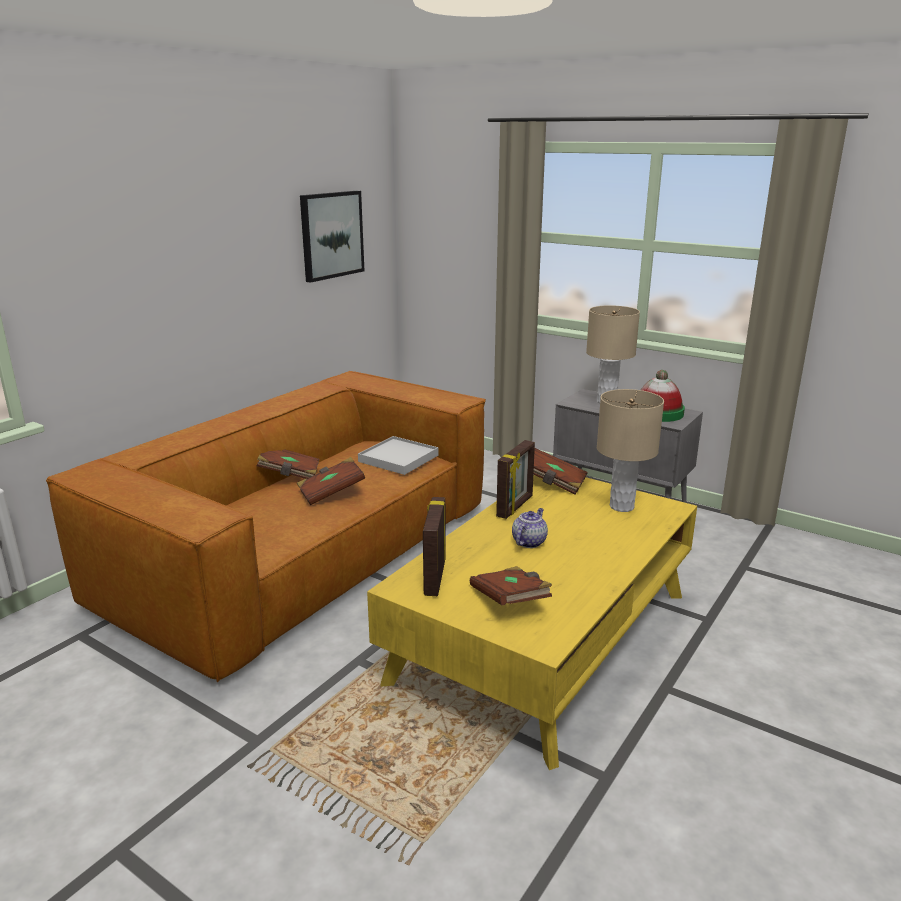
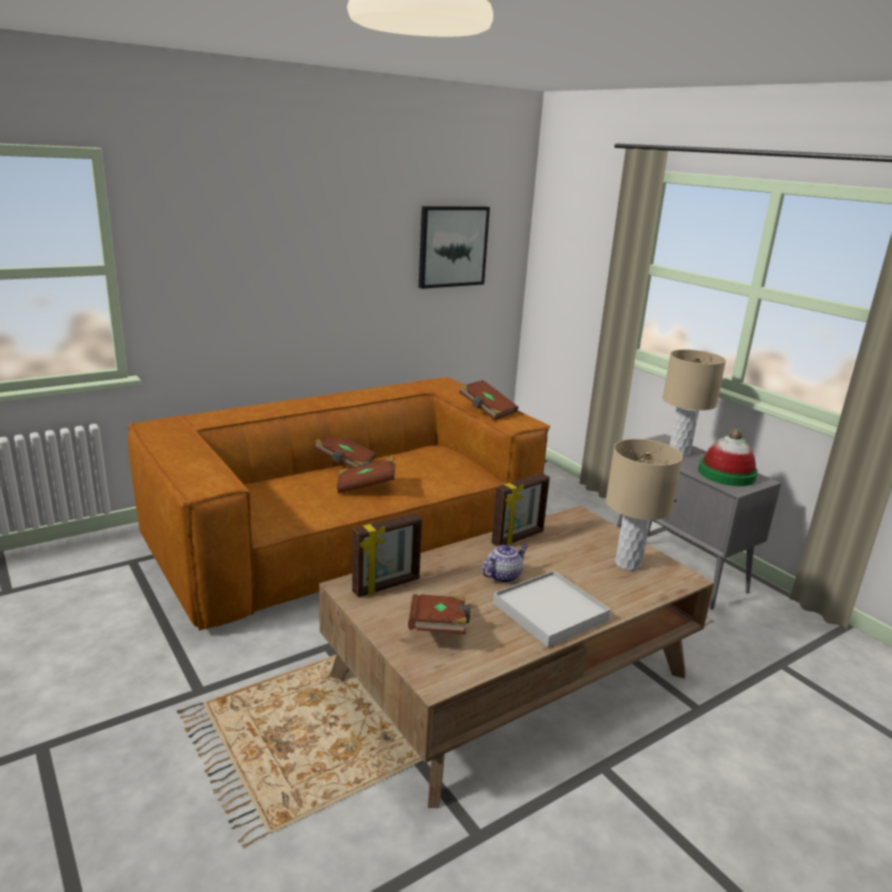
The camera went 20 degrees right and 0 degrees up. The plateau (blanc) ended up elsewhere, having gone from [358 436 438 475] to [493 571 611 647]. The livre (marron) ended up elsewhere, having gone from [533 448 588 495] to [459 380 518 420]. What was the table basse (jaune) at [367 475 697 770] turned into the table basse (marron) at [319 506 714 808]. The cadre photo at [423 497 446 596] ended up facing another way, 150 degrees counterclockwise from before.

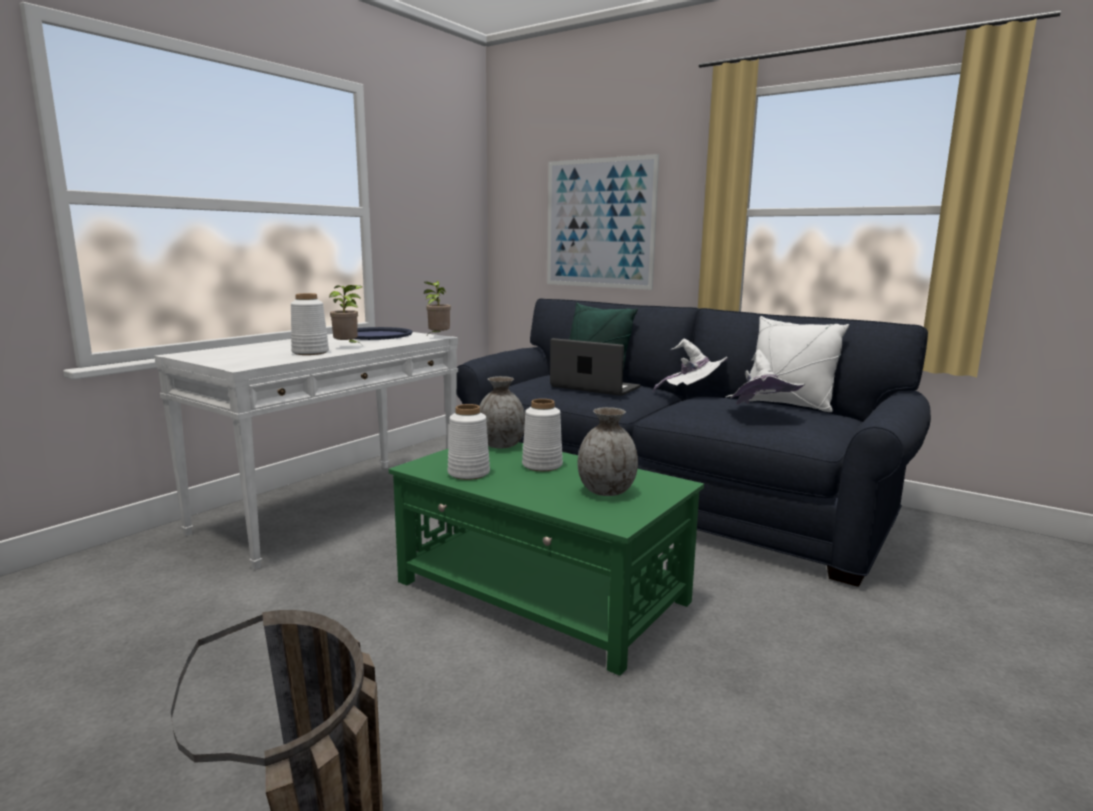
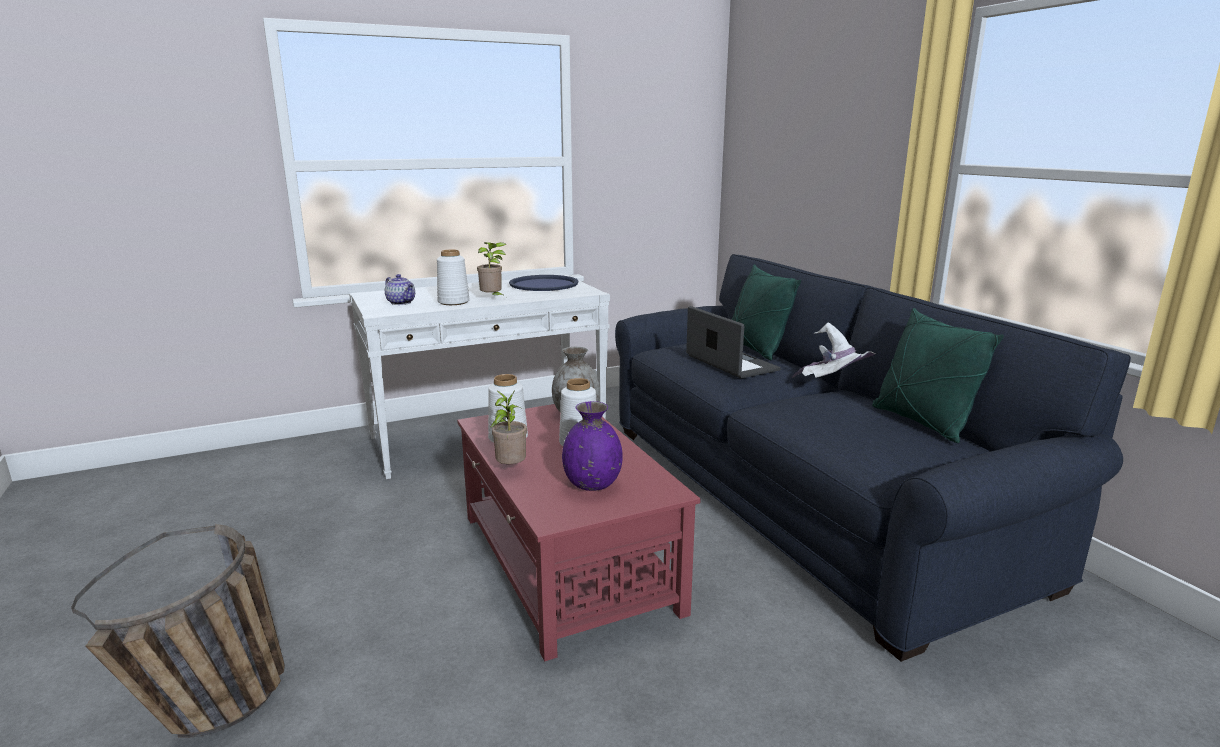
The camera went 30 degrees right and 5 degrees up. The second view lost the tableau at [547 154 659 290]. The second view lost the chapeau (blanc) at [726 349 805 404]. The second view gained the théière at [385 274 415 305]. The plante en pot ended up elsewhere, having gone from [424 281 451 335] to [491 390 527 464]. What was the table basse (vert) at [389 442 704 676] turned into the table basse (rouge) at [457 404 701 661]. What was the vase (gris) at [578 407 638 496] turned into the vase (violet) at [562 401 623 491]. What was the coussin (blanc) at [749 316 849 412] turned into the coussin (vert) at [872 308 1004 443].

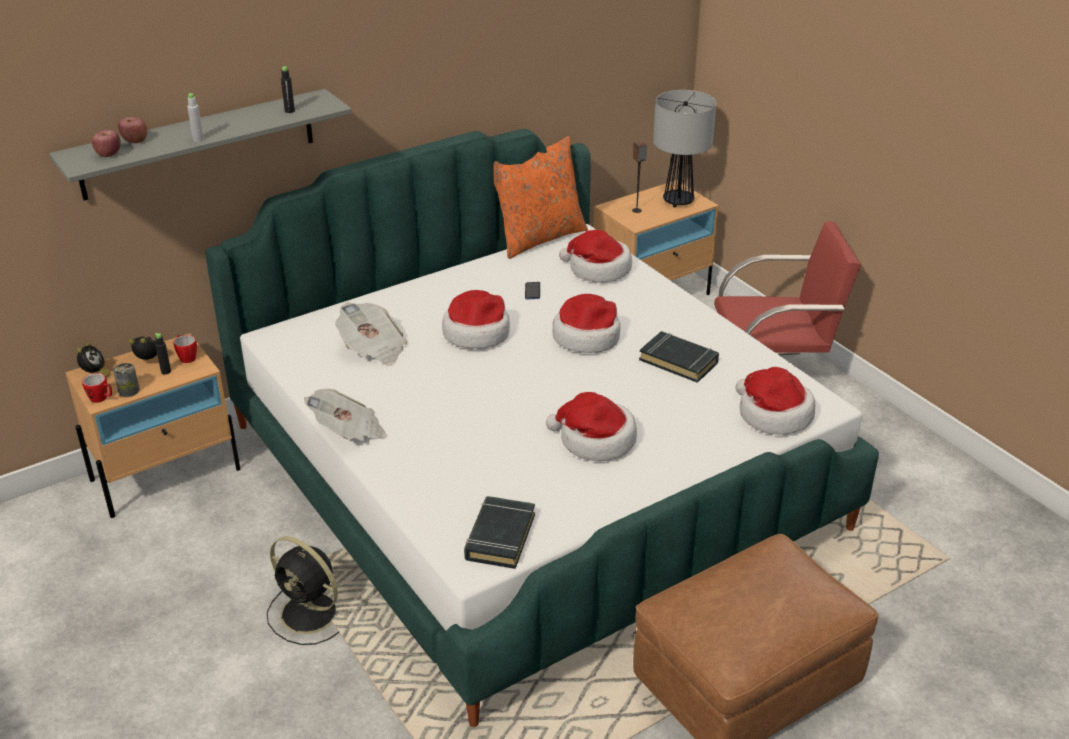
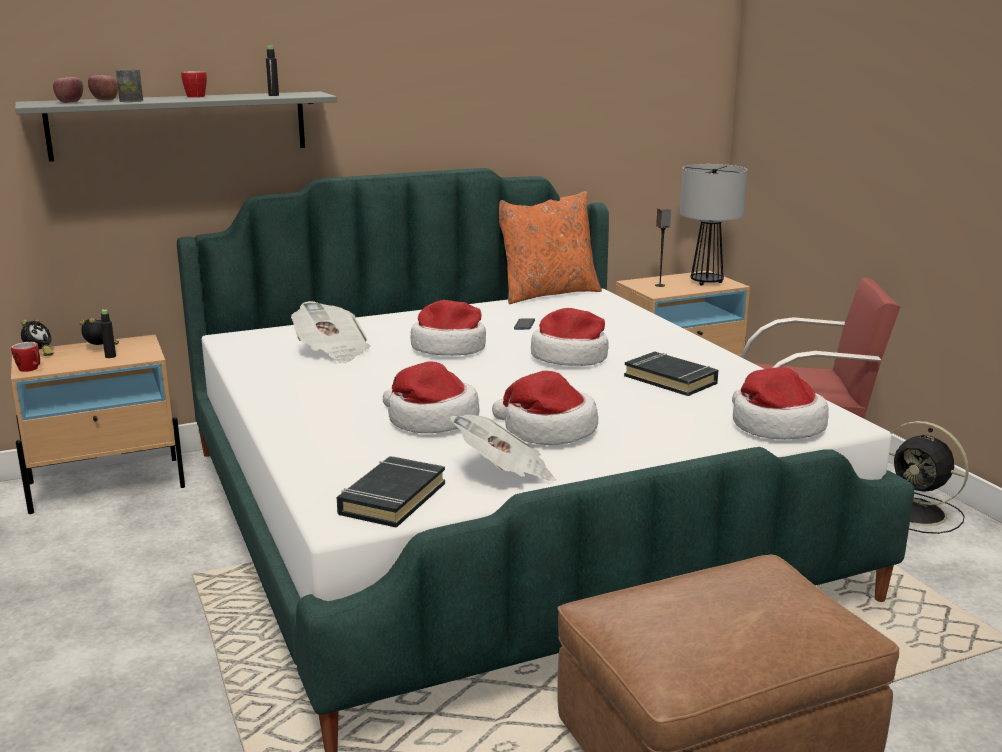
The camera went 10 degrees right and 15 degrees down. The second view lost the bouteille (gris) at [187 93 204 142]. The boîte métallique ended up elsewhere, having gone from [113 363 140 397] to [116 69 143 102]. The mug ended up elsewhere, having gone from [174 335 197 363] to [181 71 207 98]. The ventilateur (noir) ended up elsewhere, having gone from [267 536 339 645] to [889 421 969 534]. The journal ended up elsewhere, having gone from [304 389 388 441] to [450 415 556 481]. The chapeau ended up elsewhere, having gone from [559 230 632 283] to [383 361 479 433].

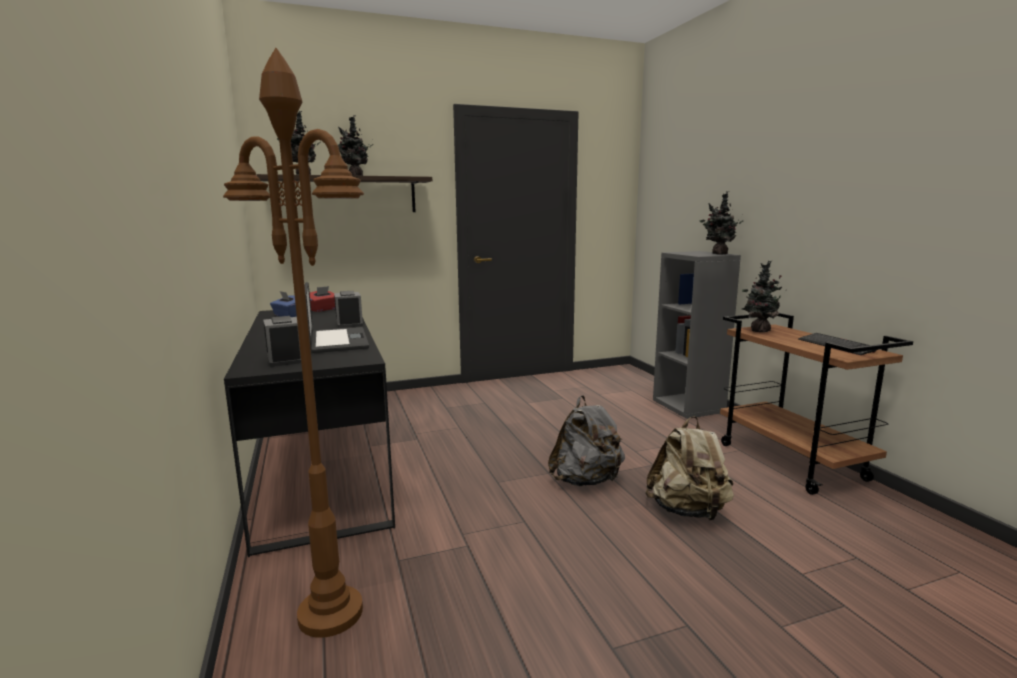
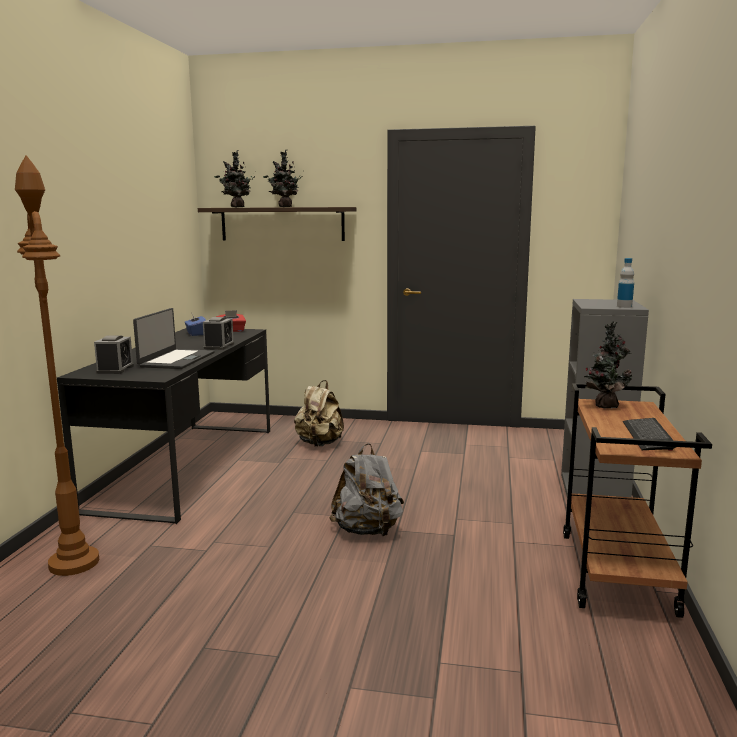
The camera went 30 degrees right and 0 degrees up. The sac à dos (beige) ended up elsewhere, having gone from [645 416 734 521] to [294 380 344 446]. Where the plante en pot stood at [700 191 744 255], the bouteille came to stand at [617 258 634 308].

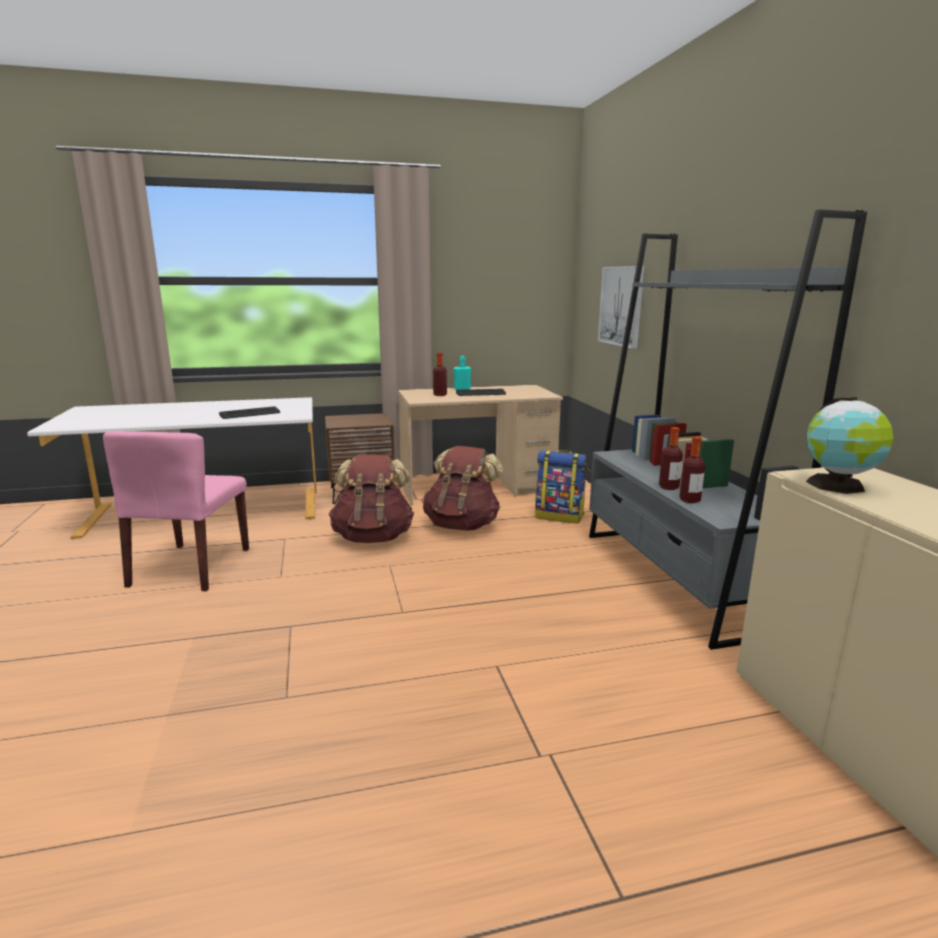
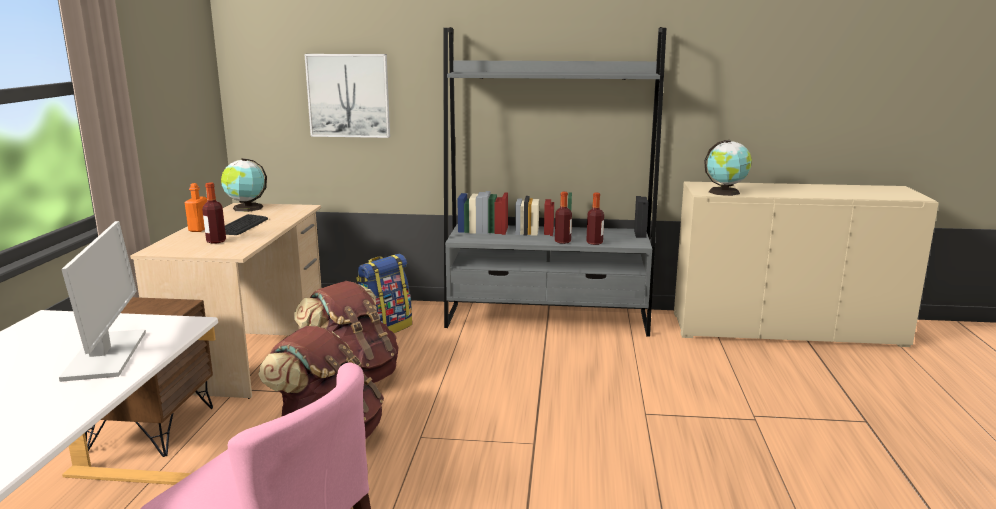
The camera went 70 degrees left and 0 degrees up. The second view gained the globe at [221 158 267 212]. Where the clavier stood at [219 406 280 419], the écran d'ordinateur came to stand at [59 221 146 382]. What was the bouteille (turquoise) at [454 356 471 390] turned into the bouteille (orange) at [185 183 207 232].

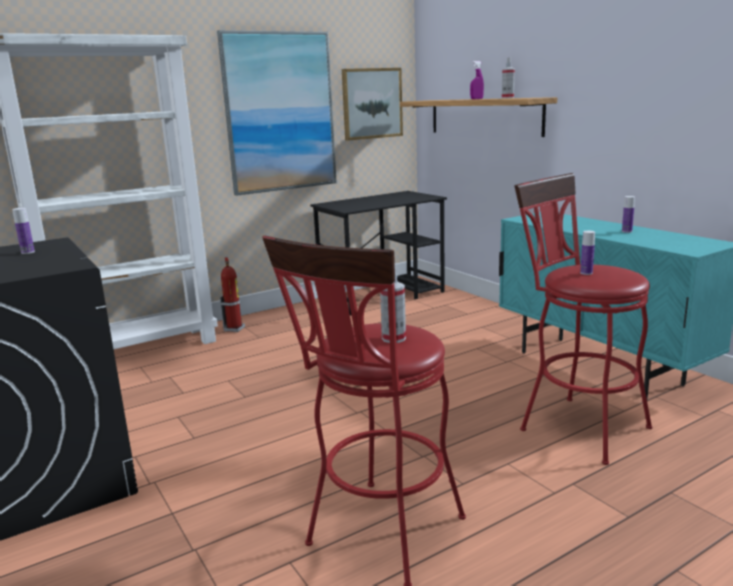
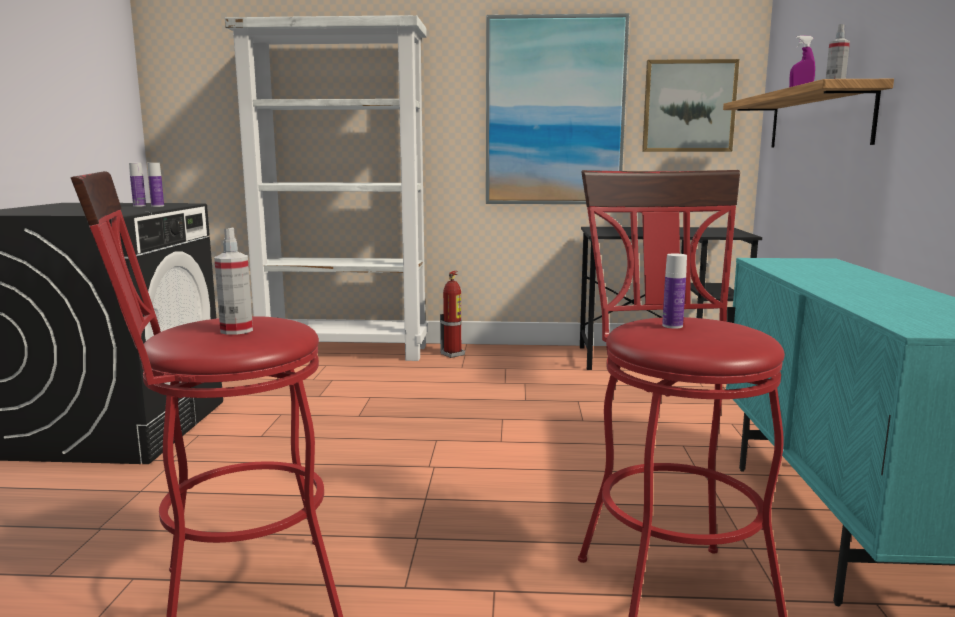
The camera went 35 degrees right and 5 degrees down. The bouteille ended up elsewhere, having gone from [622 196 635 233] to [147 163 164 207].

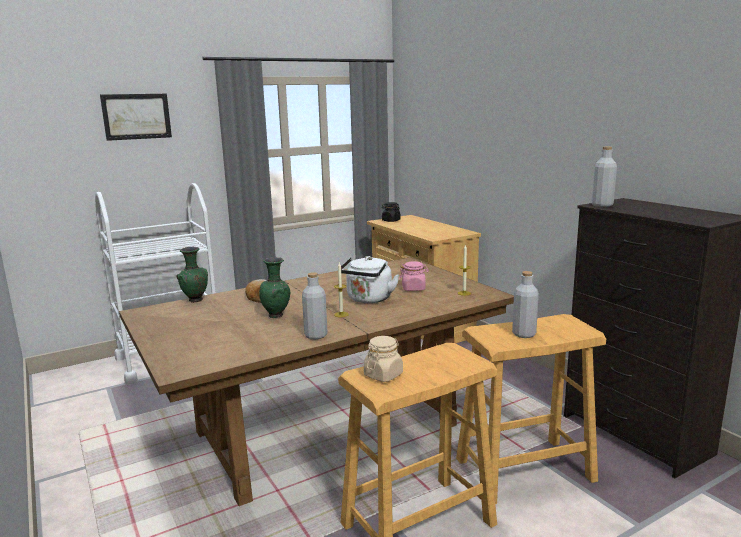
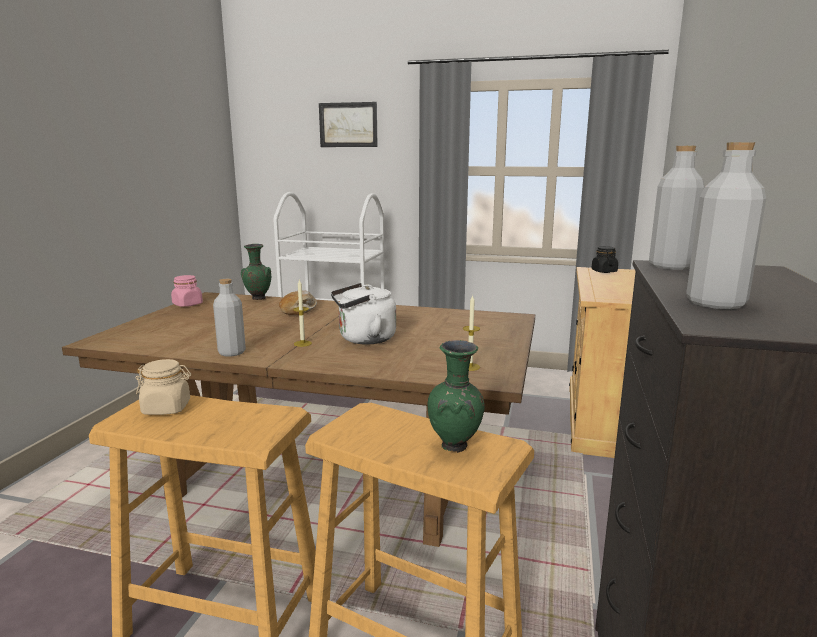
The camera went 45 degrees right and 0 degrees up. The vase (vert) ended up elsewhere, having gone from [259 257 290 318] to [428 340 485 453]. The bocal (rose) ended up elsewhere, having gone from [399 261 429 291] to [171 275 203 307]. The bouteille (gris) ended up elsewhere, having gone from [512 271 539 338] to [686 142 766 309].

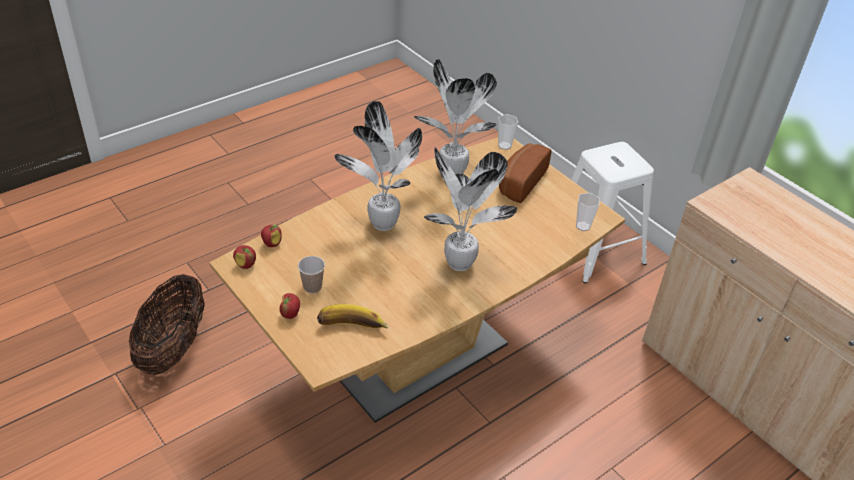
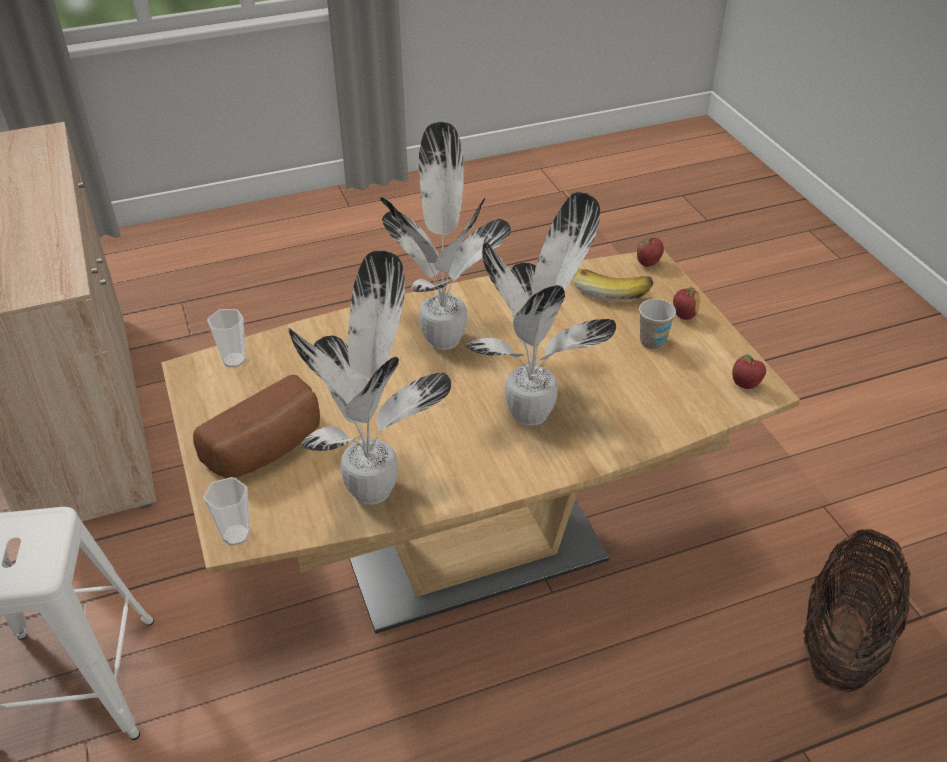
The camera went 160 degrees left and 0 degrees up. The pomme ended up elsewhere, having gone from [261 225 282 247] to [637 237 664 267].

